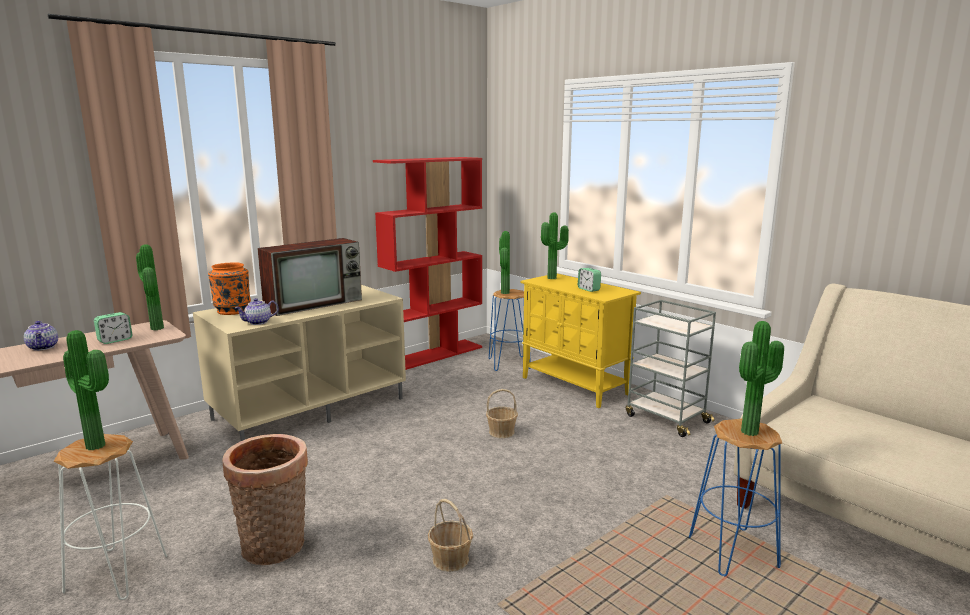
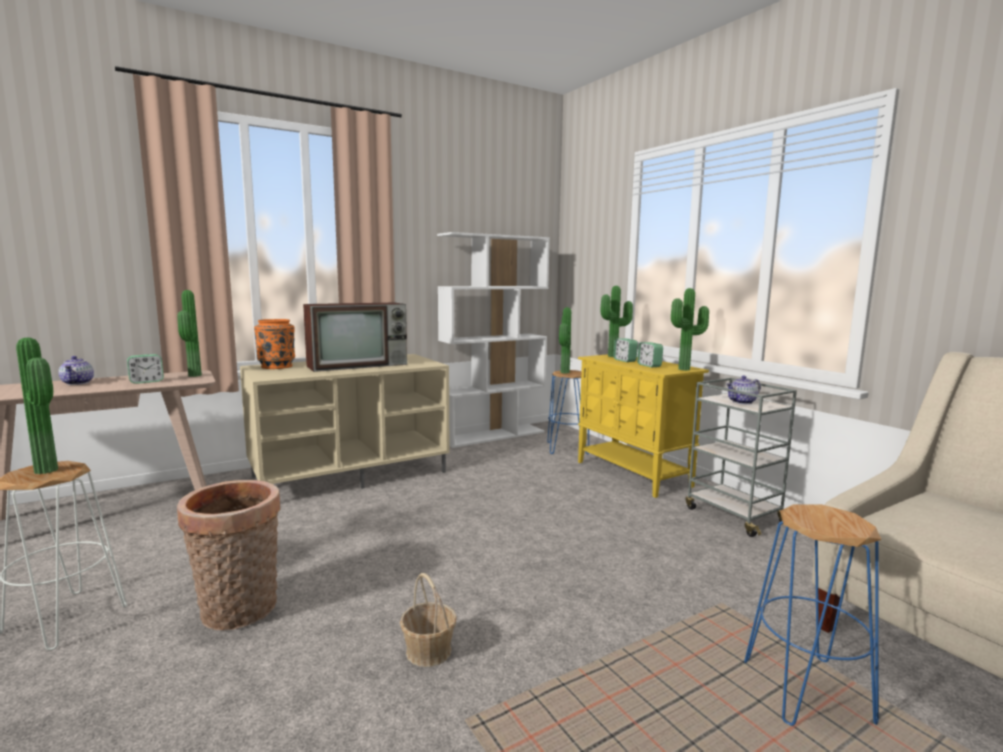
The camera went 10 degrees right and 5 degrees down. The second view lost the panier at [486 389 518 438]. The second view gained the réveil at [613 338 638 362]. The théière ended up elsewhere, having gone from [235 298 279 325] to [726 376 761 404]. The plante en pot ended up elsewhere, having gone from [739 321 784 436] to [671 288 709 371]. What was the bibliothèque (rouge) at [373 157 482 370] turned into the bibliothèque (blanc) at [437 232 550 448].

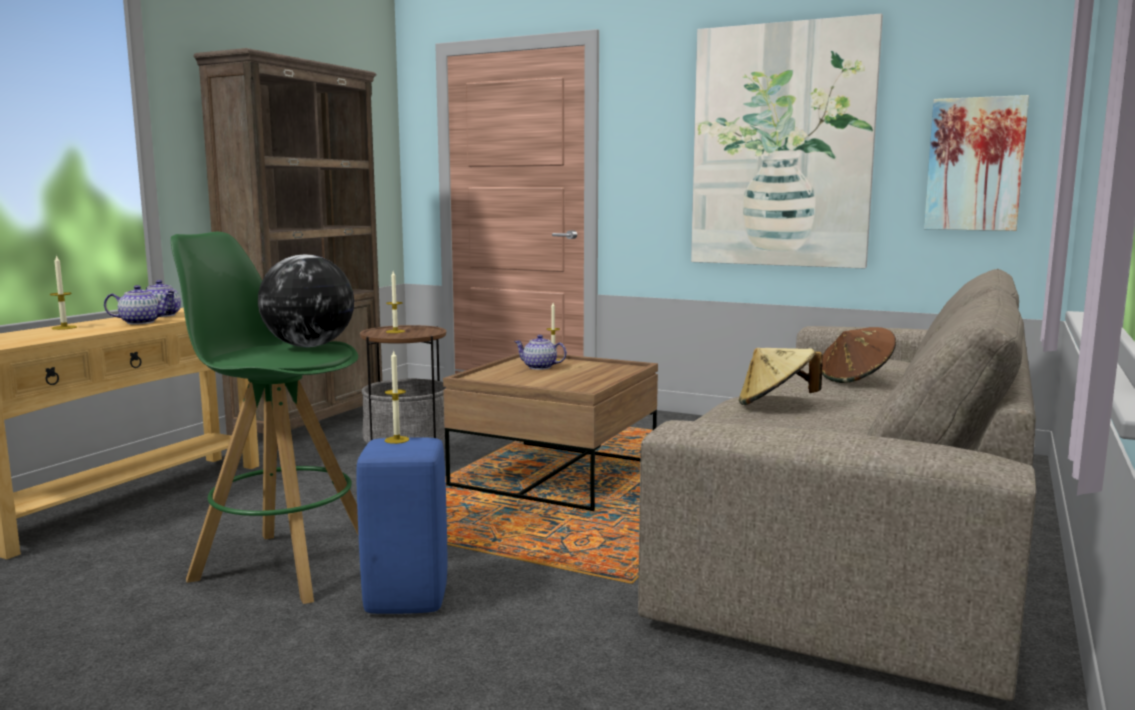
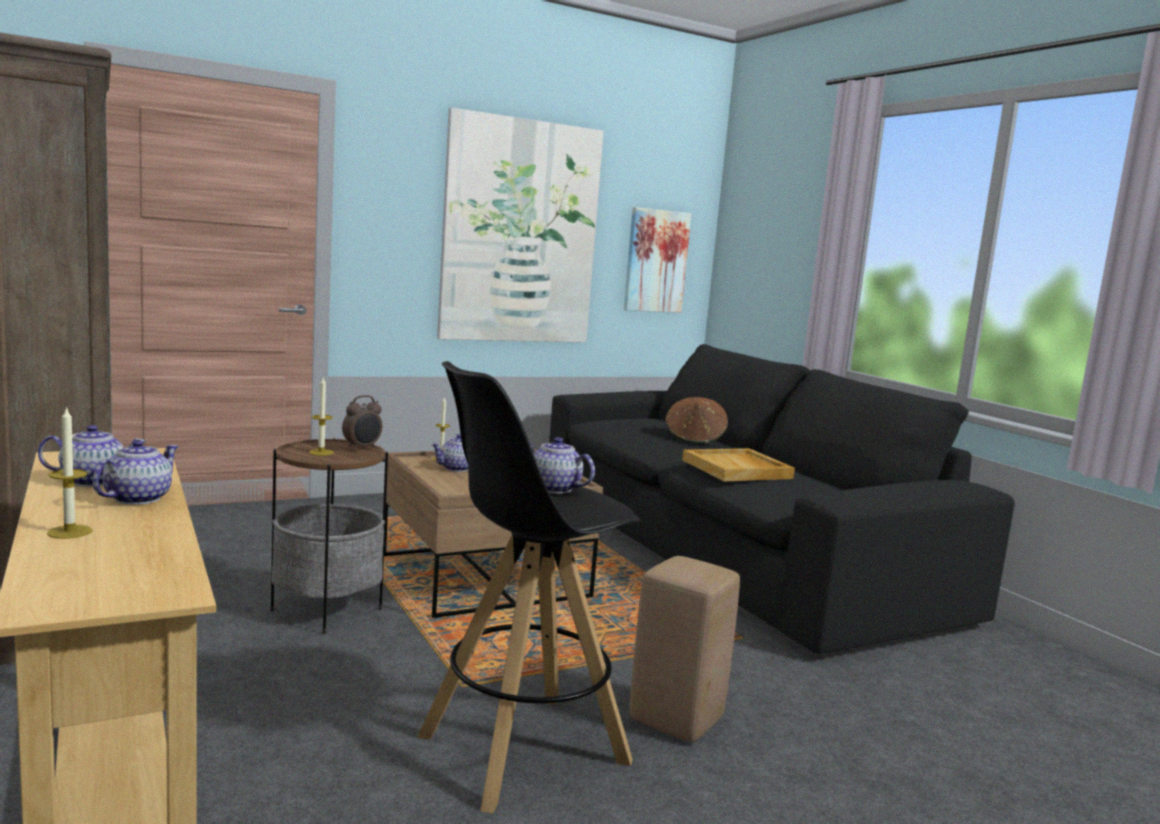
The camera went 55 degrees left and 0 degrees up. The second view lost the bougie at [385 350 409 444]. The second view gained the réveil at [342 395 382 450]. Where the globe stood at [258 254 354 347], the théière came to stand at [529 437 595 494]. Where the chapeau (beige) stood at [739 348 823 405], the plateau (beige) came to stand at [682 448 795 481]. What was the tabouret (vert) at [171 232 359 604] turned into the tabouret (noir) at [417 361 640 813]. What was the tabouret (bleu) at [356 437 447 614] turned into the tabouret (beige) at [630 556 740 742]. What was the canapé (beige) at [638 269 1036 701] turned into the canapé (noir) at [549 344 1015 654].

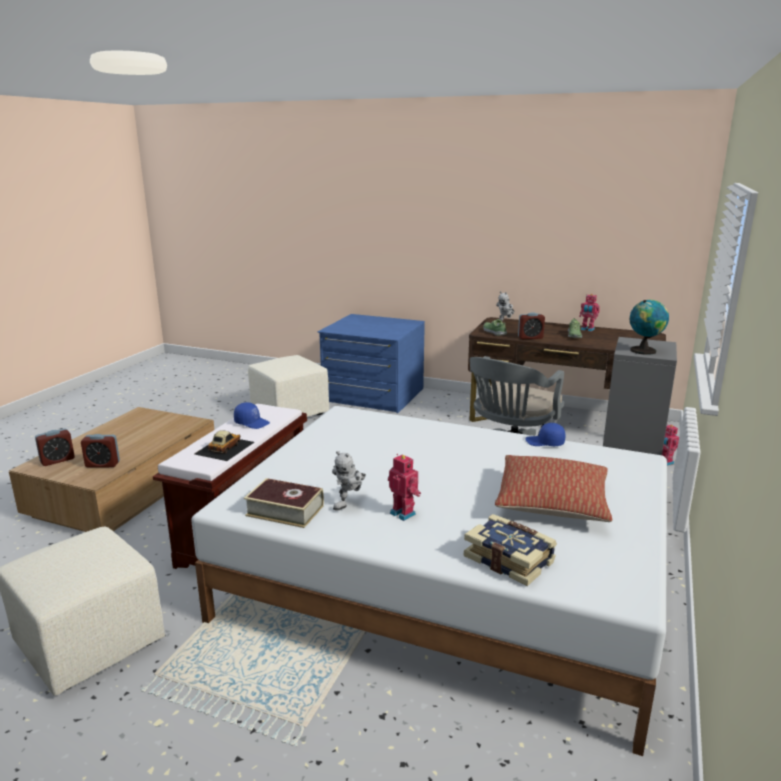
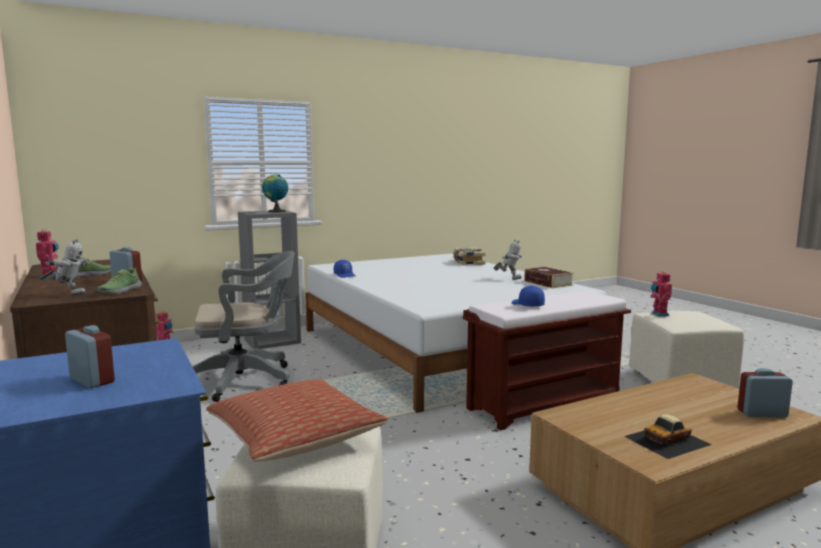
The camera went 140 degrees left and 10 degrees down. The réveil ended up elsewhere, having gone from [81 434 120 468] to [65 325 115 388]. The petite voiture ended up elsewhere, having gone from [194 430 254 461] to [624 414 712 459]. The robot jouet ended up elsewhere, having gone from [388 454 421 521] to [650 271 672 317]. The coussin ended up elsewhere, having gone from [495 455 612 522] to [206 379 388 462].

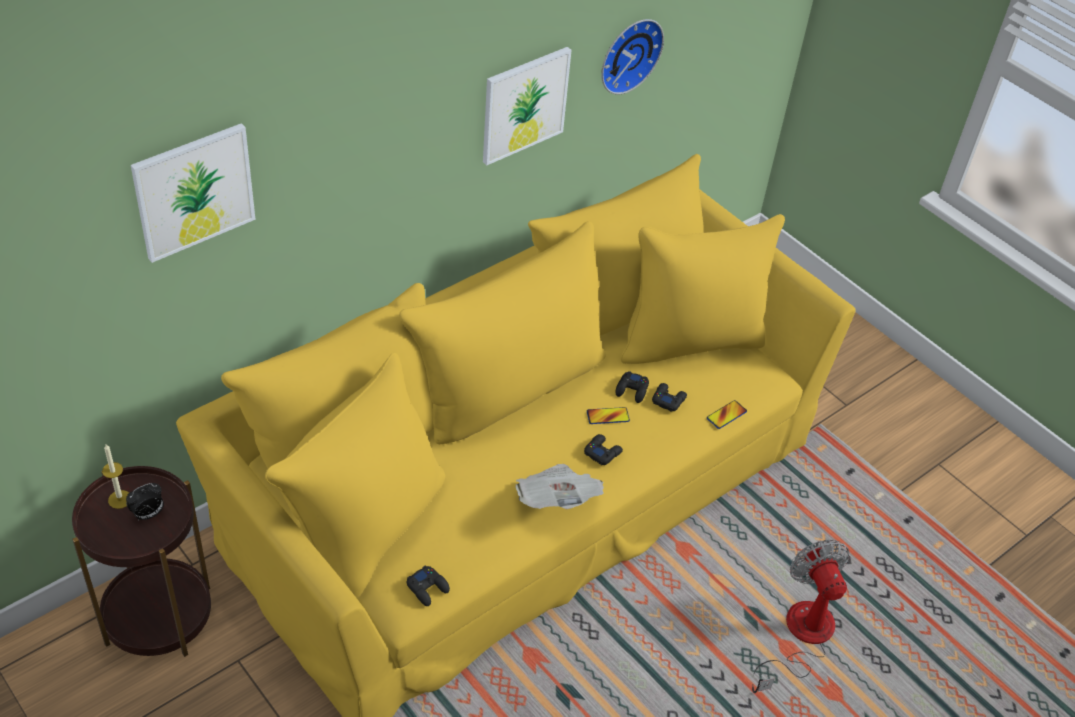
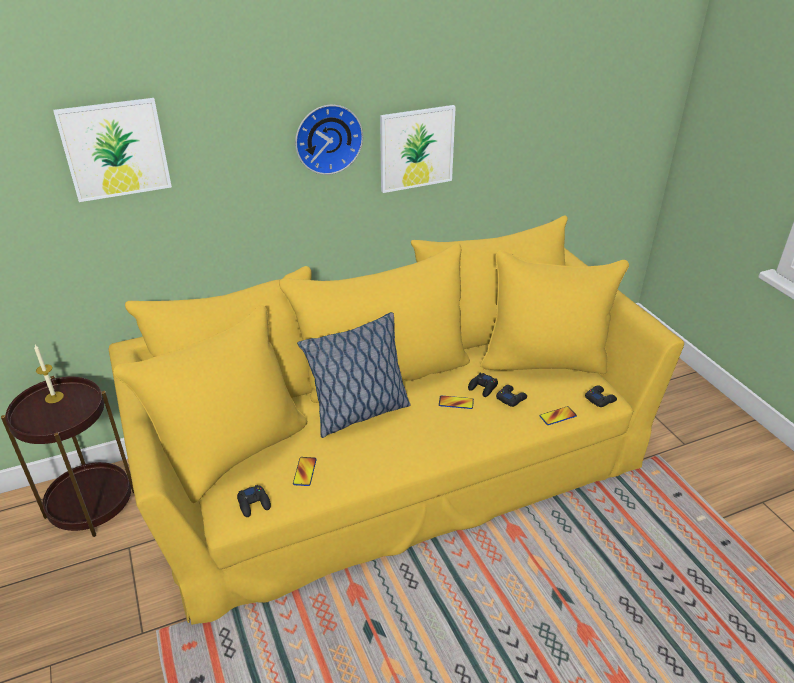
The camera went 20 degrees right and 10 degrees down. The second view lost the réveil at [126 483 164 521]. The second view lost the journal at [516 464 604 509]. The second view lost the ventilateur at [752 540 849 693]. The second view gained the téléphone at [293 457 317 486]. The second view gained the coussin at [297 312 411 438]. The manette (noir) ended up elsewhere, having gone from [584 434 623 465] to [585 385 617 407]. The horloge murale ended up elsewhere, having gone from [601 19 664 94] to [295 105 363 175].

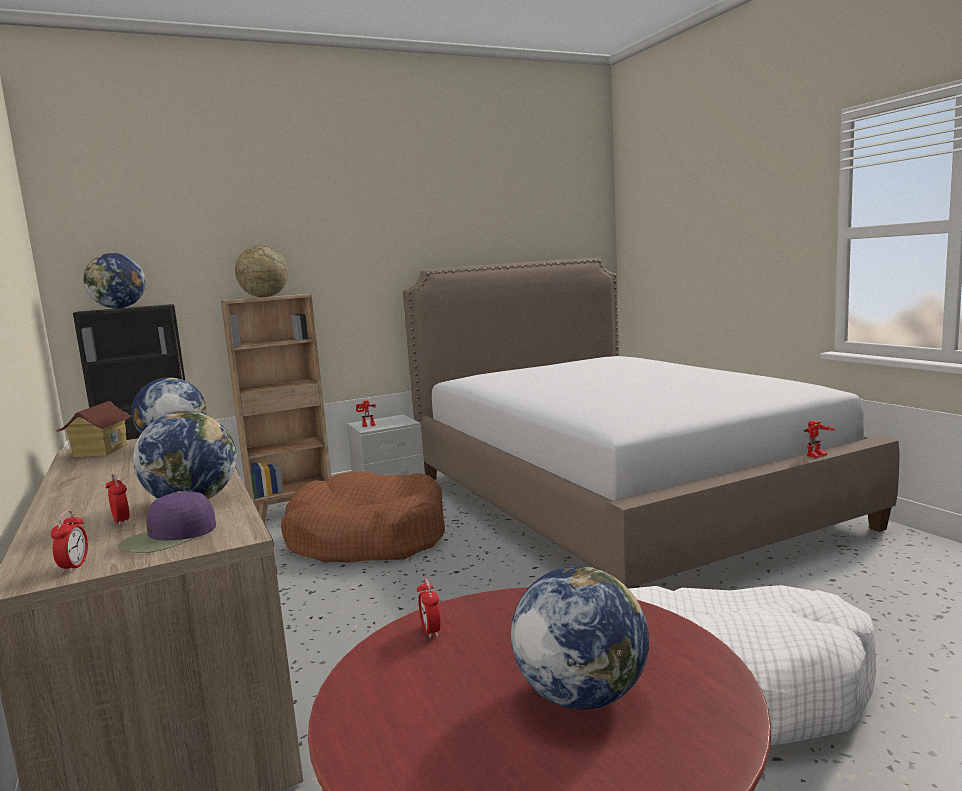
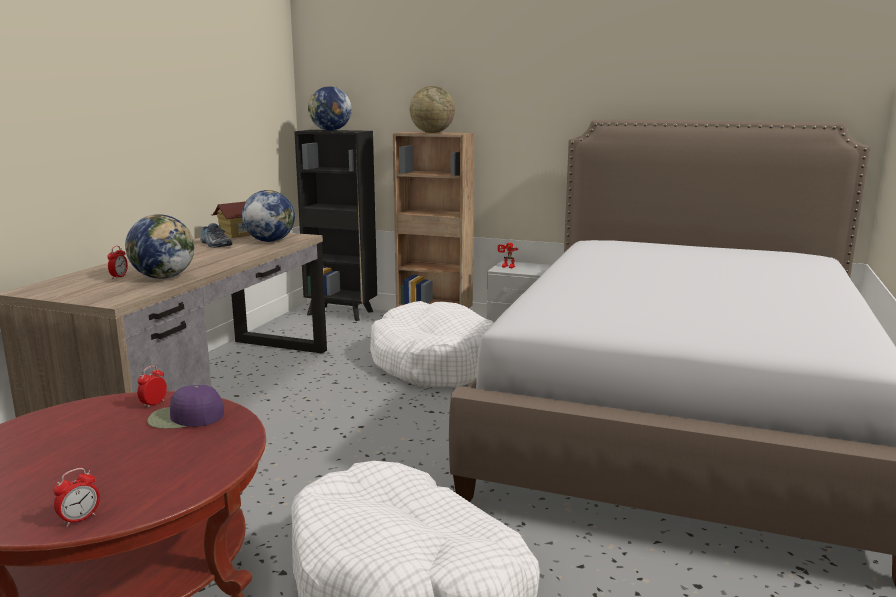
The camera went 45 degrees right and 5 degrees up. The second view lost the globe at [511 566 649 710]. The second view lost the robot jouet at [804 421 835 458]. The second view gained the chaussure at [201 223 232 248]. The réveil ended up elsewhere, having gone from [51 510 88 574] to [53 468 100 527]. The casquette (violet) ended up elsewhere, having gone from [118 491 216 553] to [147 385 224 429]. What was the panier pour chien (marron) at [281 471 445 562] turned into the panier pour chien (blanc) at [370 301 494 388].

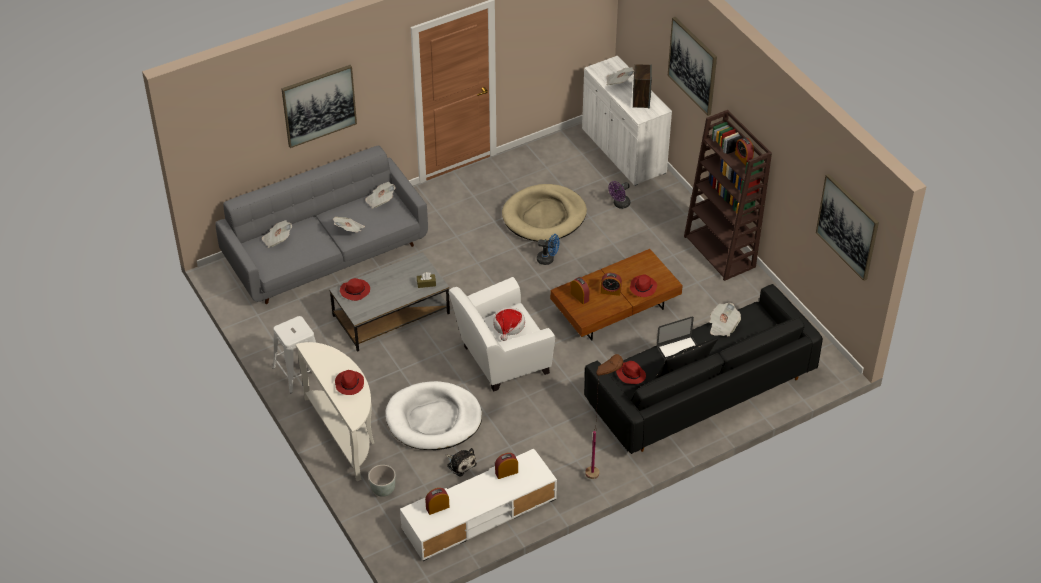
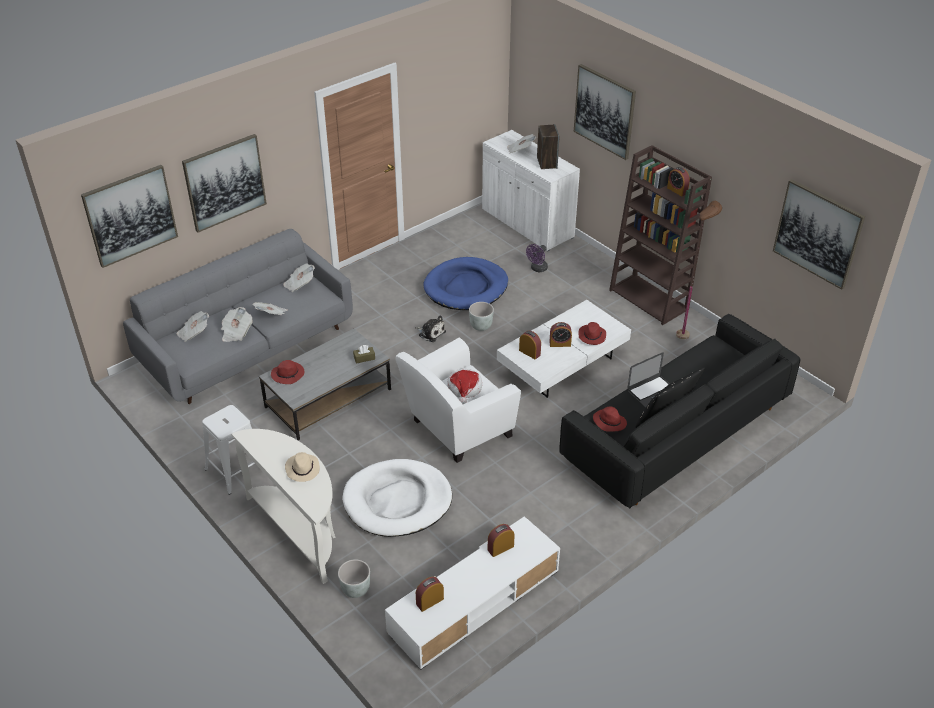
The camera went 10 degrees left and 5 degrees down. The second view gained the tableau at [81 165 178 268]. The peluche ended up elsewhere, having gone from [446 448 477 477] to [415 315 446 342]. The lampadaire (marron) ended up elsewhere, having gone from [585 354 623 479] to [676 201 722 340]. The journal ended up elsewhere, having gone from [709 303 741 336] to [221 307 253 342]. Where the ventilateur (bleu) stood at [537 234 559 265], the cache-pot (gris) came to stand at [469 302 494 331]. What was the chapeau (rouge) at [335 370 364 395] turned into the chapeau (beige) at [285 452 320 482]. What was the panier pour chien (beige) at [502 184 587 241] turned into the panier pour chien (bleu) at [423 257 508 310]. What was the table basse (marron) at [550 249 683 341] turned into the table basse (blanc) at [497 300 631 398].

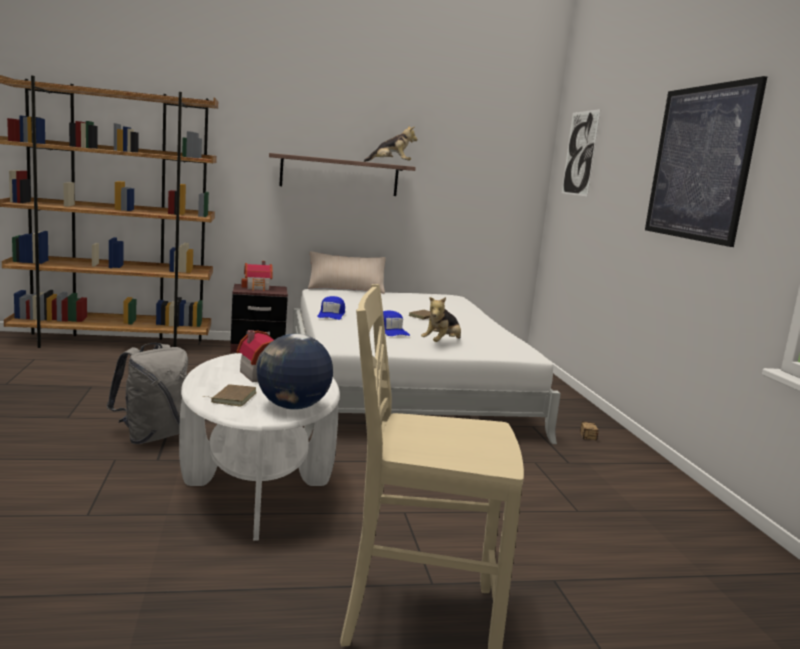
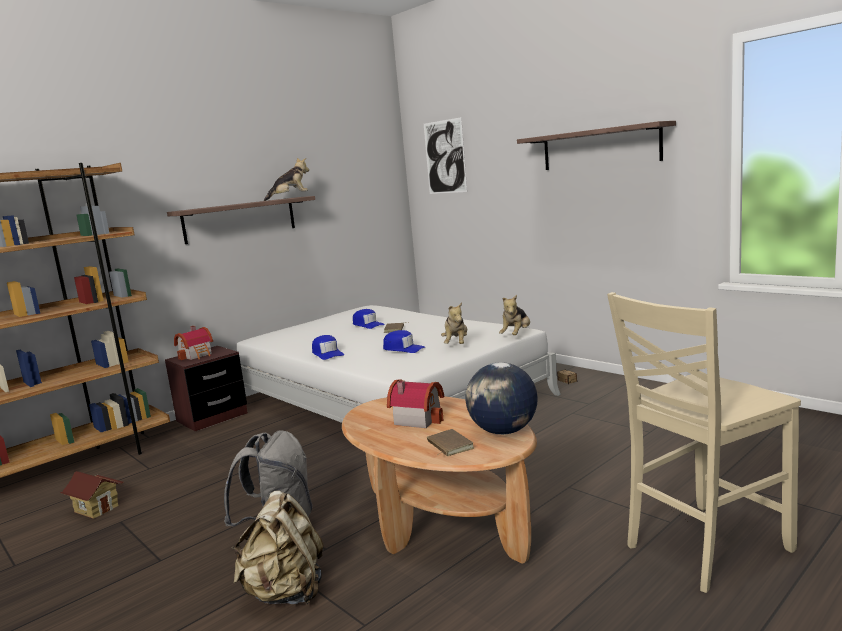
The camera went 30 degrees left and 0 degrees up. The second view lost the coussin (beige) at [308 251 386 294]. The second view gained the maison miniature at [60 471 123 519]. The second view gained the sac à dos (beige) at [231 491 323 604]. The second view gained the casquette (bleu) at [353 309 385 329]. The second view gained the peluche at [499 295 530 335]. Where the tableau hung at [645 76 767 247], the étagère came to hang at [517 121 676 170]. What was the table basse (blanc) at [179 353 340 541] turned into the table basse (marron) at [342 396 537 563].

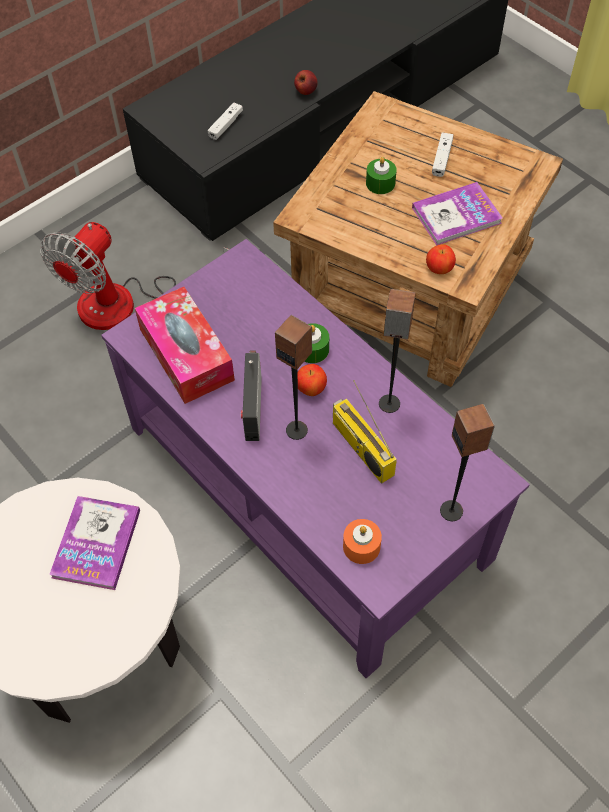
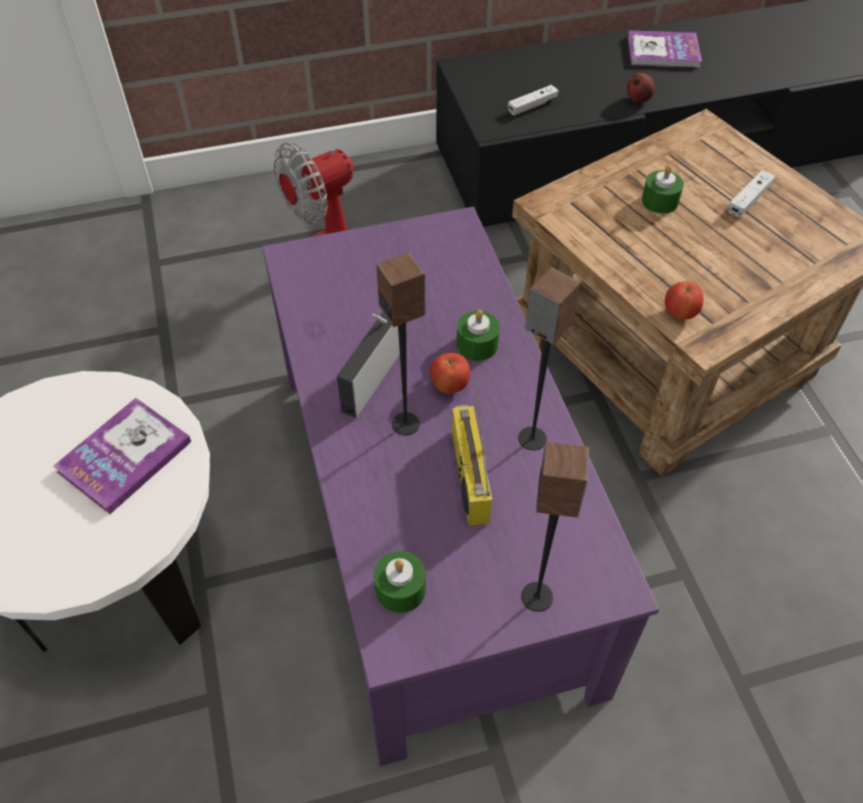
The camera went 25 degrees right and 5 degrees down. The second view lost the boîte à mouchoirs at [135 287 235 404]. The livre ended up elsewhere, having gone from [412 182 503 246] to [627 30 702 68]. What was the bougie (orange) at [343 519 382 564] turned into the bougie (vert) at [374 551 426 613].

